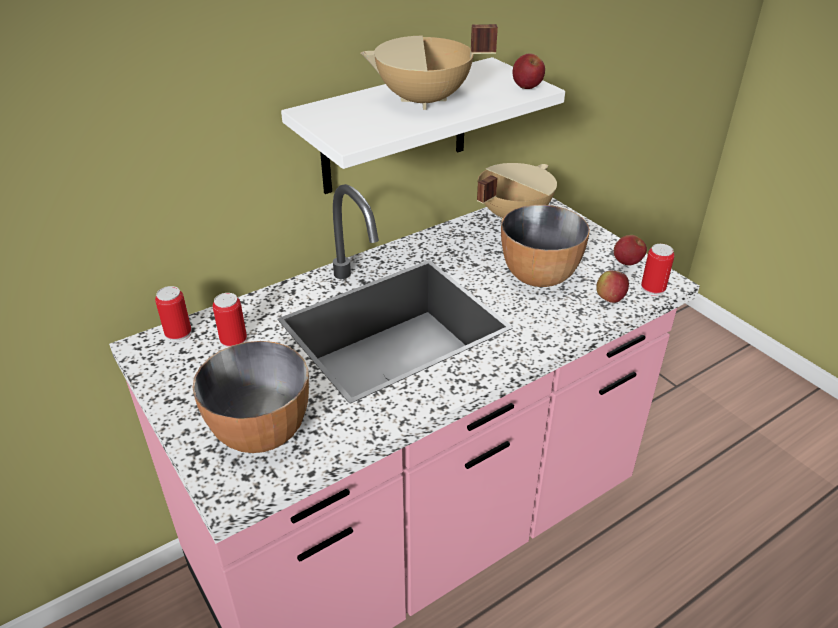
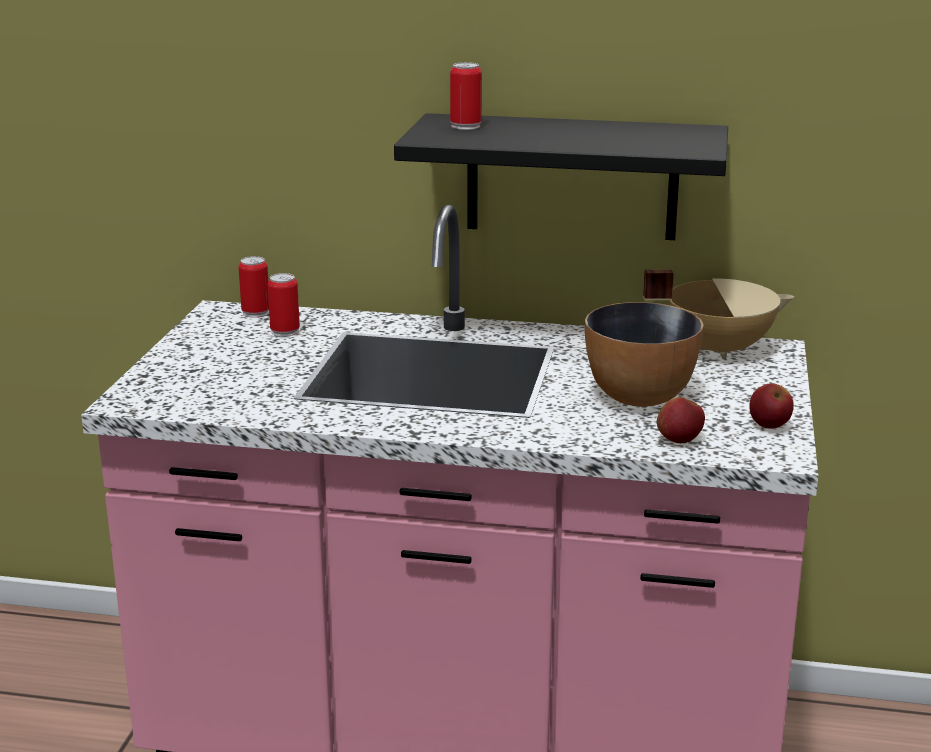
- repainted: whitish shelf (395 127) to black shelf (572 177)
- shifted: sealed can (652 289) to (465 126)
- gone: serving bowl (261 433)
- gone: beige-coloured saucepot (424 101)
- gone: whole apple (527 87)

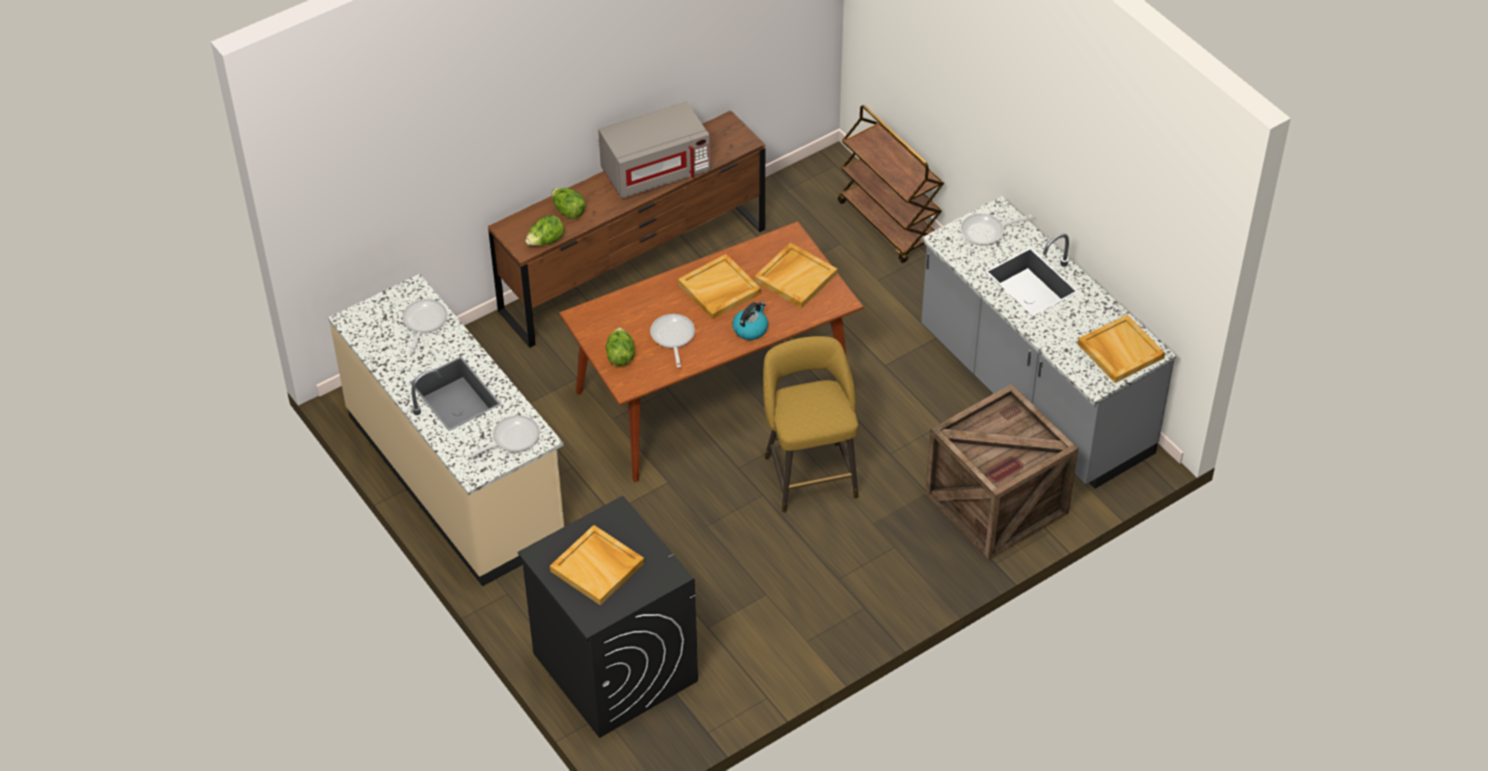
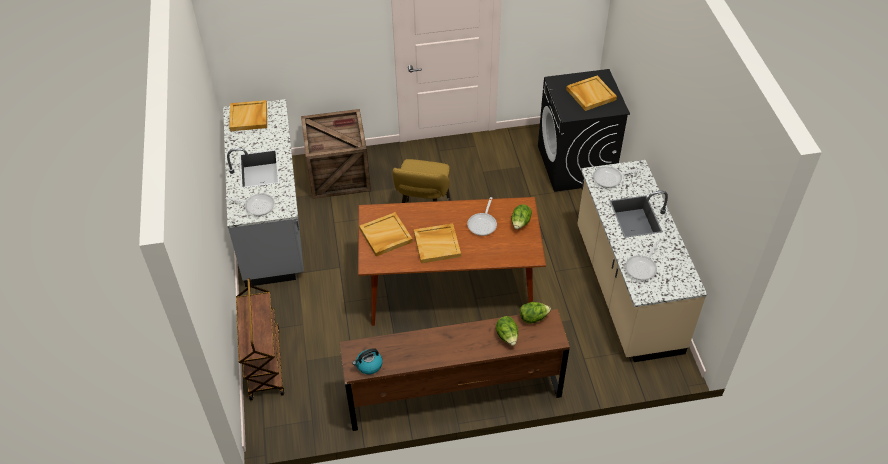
- shifted: tea kettle (750 329) to (369 365)
- gone: grey microwave oven (655 171)

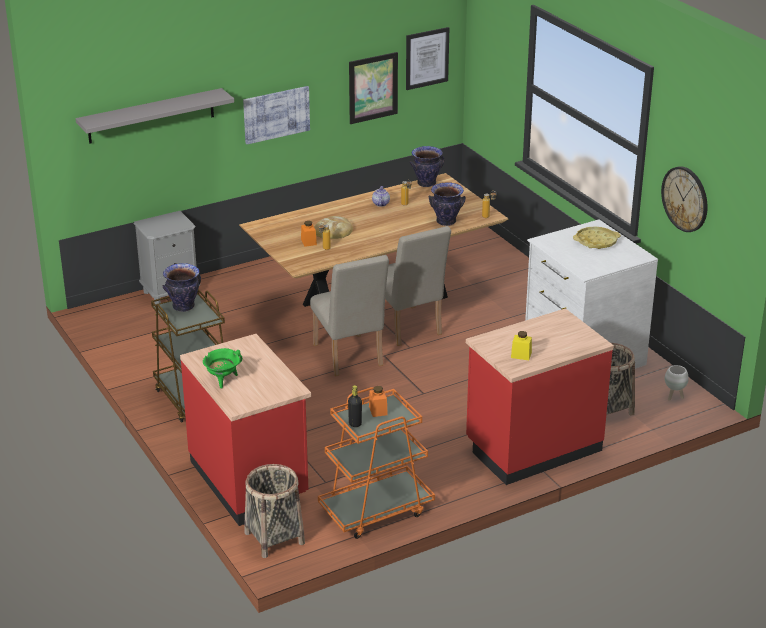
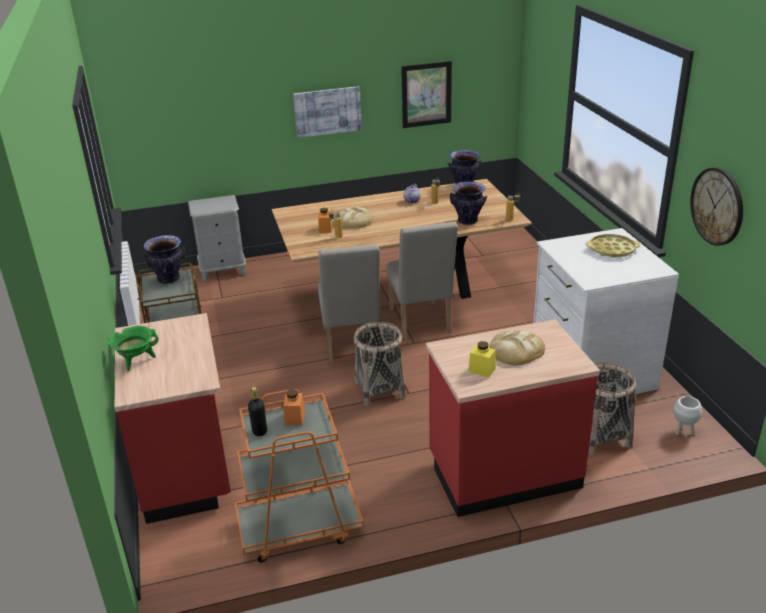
- shifted: household basket (274 538) to (379 390)
- new: baked bread (516 351)
- gone: grey shelf (151 116)
- gone: wall picture (426 58)

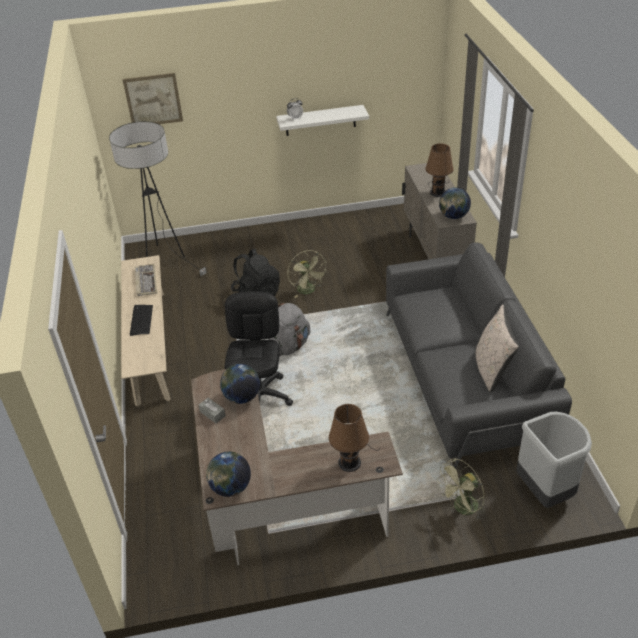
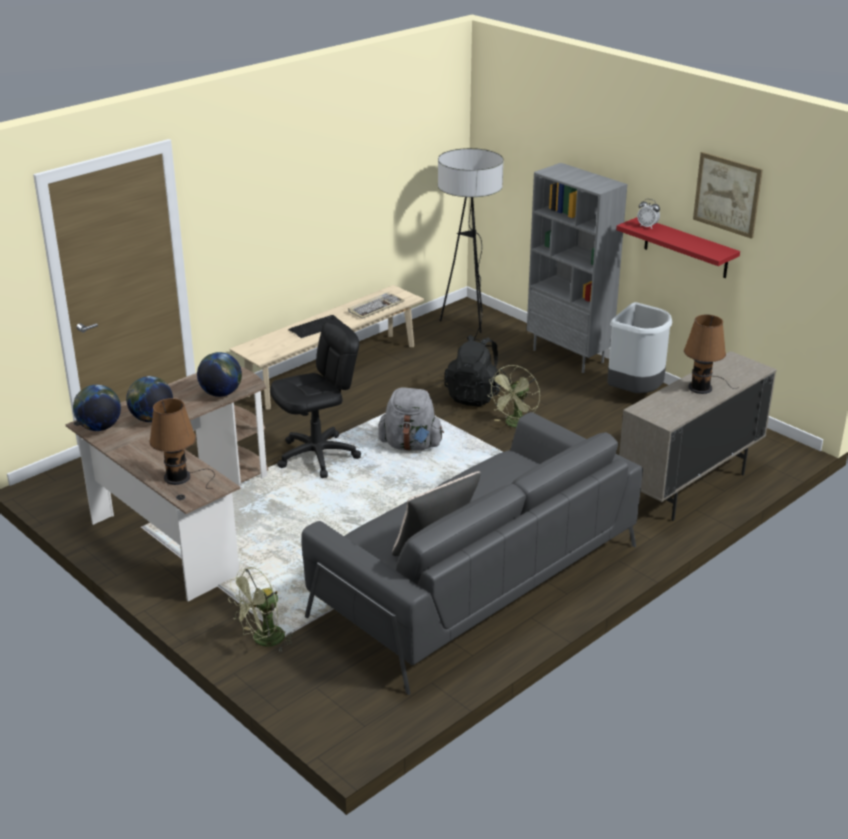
- shifted: globe (453 216) to (152 419)
- rotated: green-coloured electric fan (462 509) = (263 640) 60 degrees counterclockwise
- new: grey shelving unit (569 356)
- shifted: grey rubbish bin (546 492) to (635 393)
- repainted: whitish shelf (320 120) to red shelf (686 248)
- shifted: wall picture (153 100) to (727 194)
- gone: grey tissue holder (212 414)

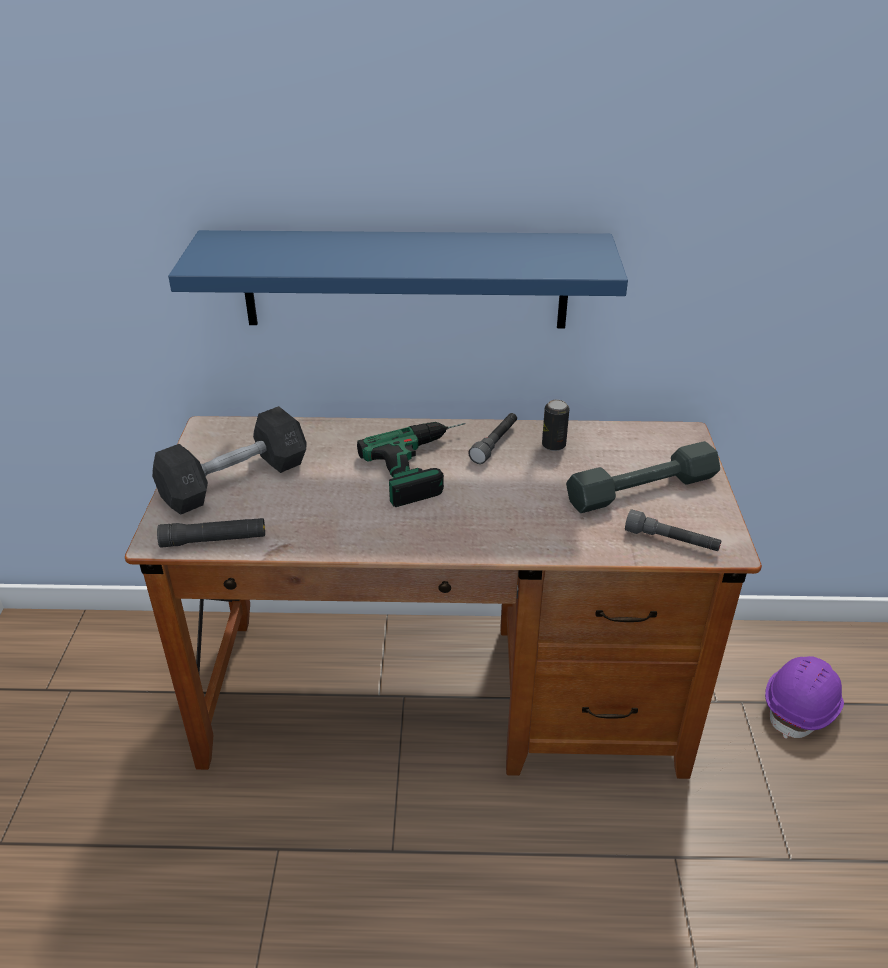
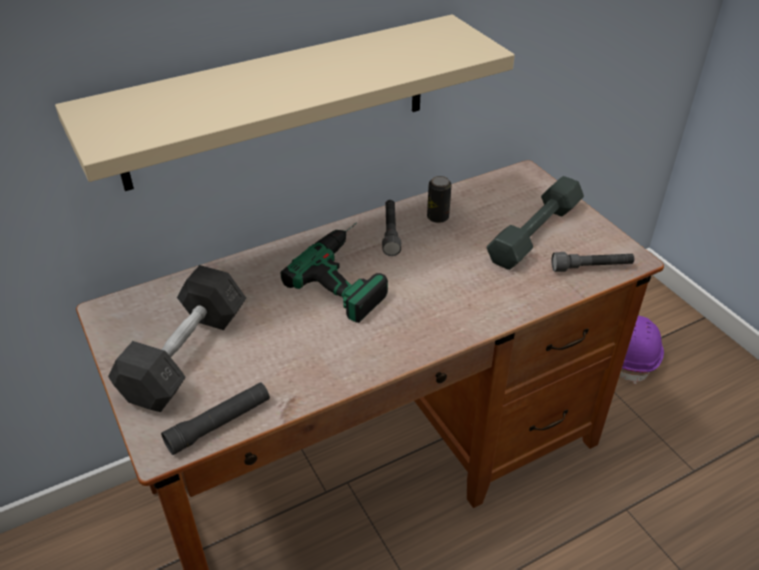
- repainted: blue shelf (405 280) to beige-coloured shelf (278 102)

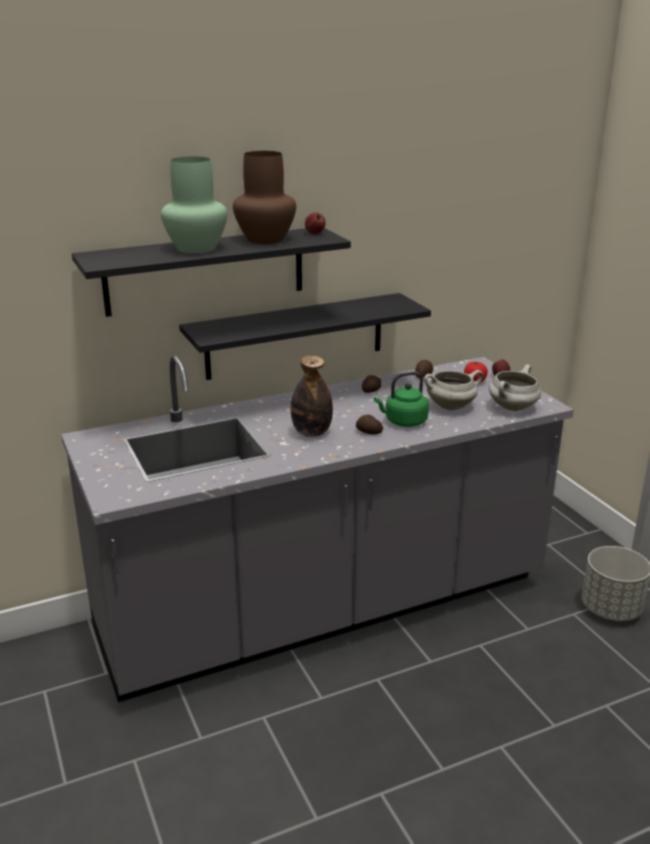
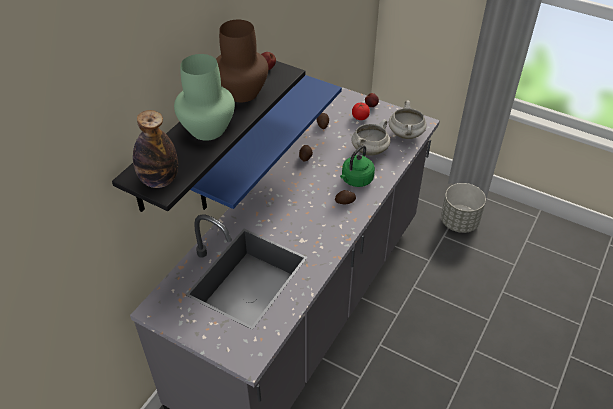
- shifted: bottle (311 433) to (159 180)
- repainted: black shelf (295 336) to blue shelf (248 142)

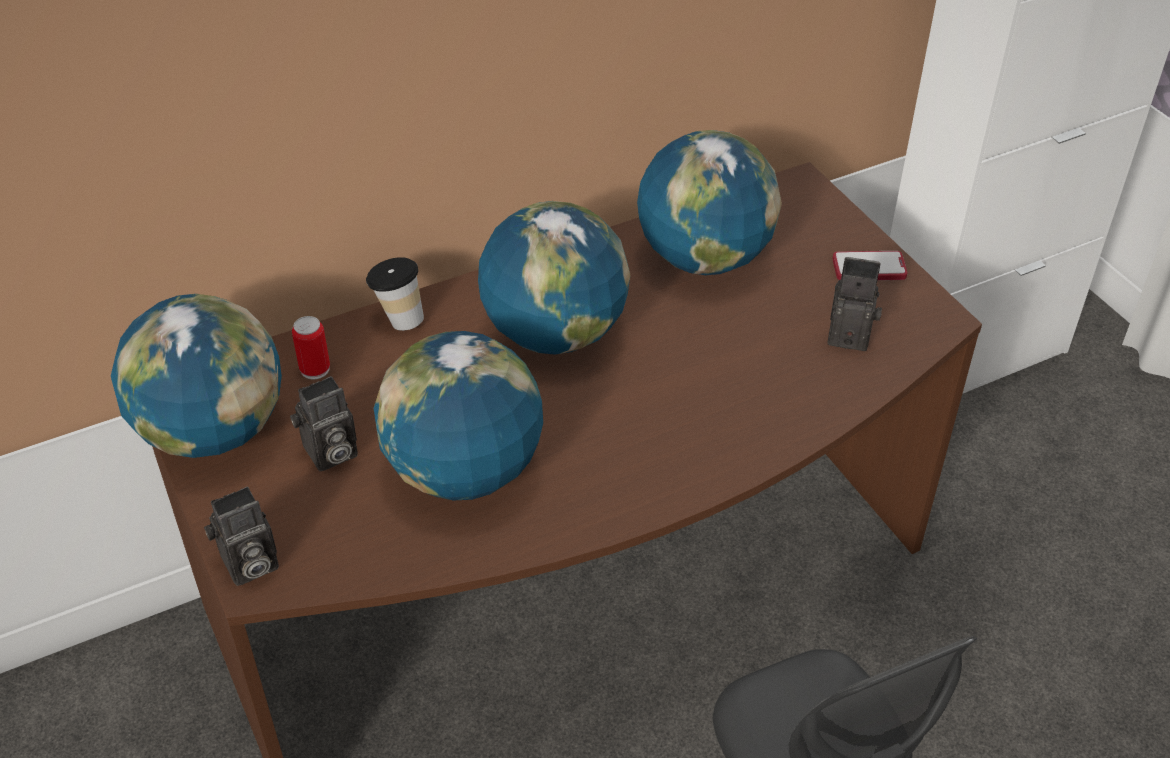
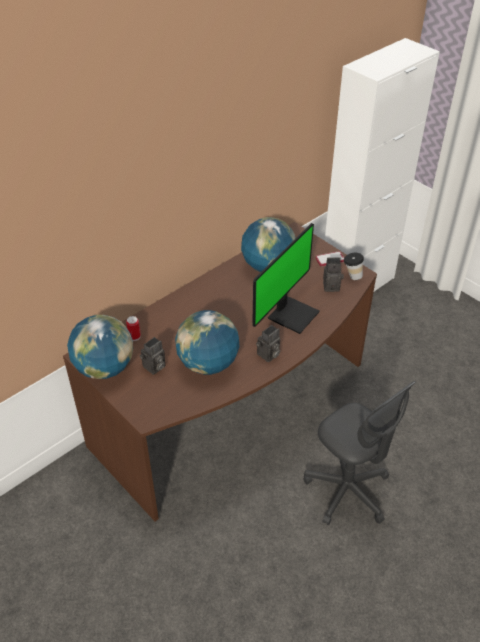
- new: monitor (291 314)
- shifted: photo camera (248 566) to (268 355)
- shifted: cup (399 319) to (351 276)
- gone: globe (554 333)

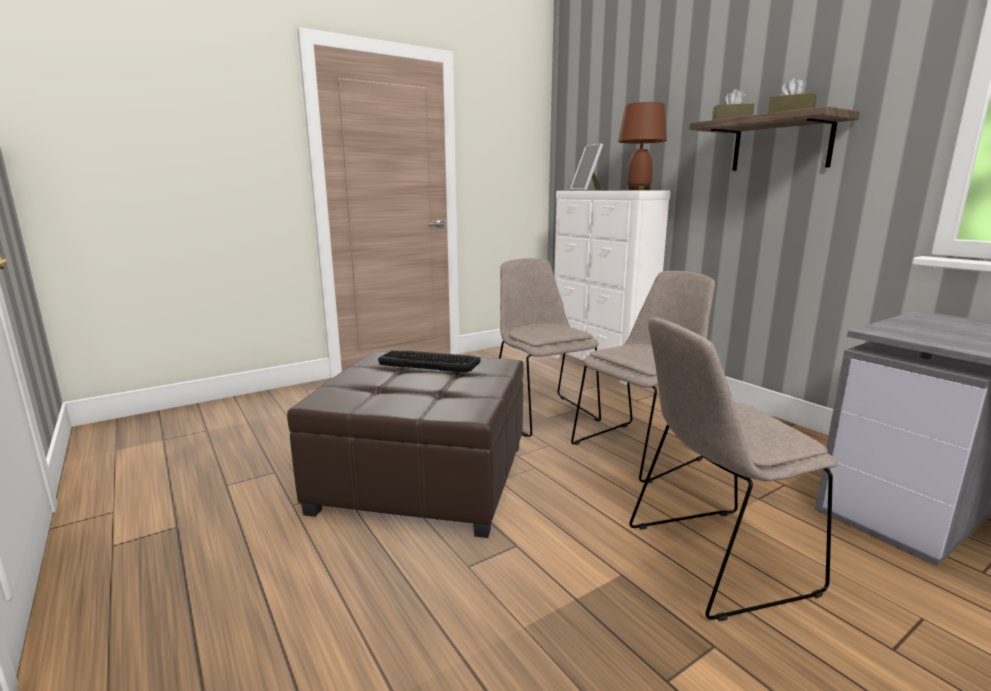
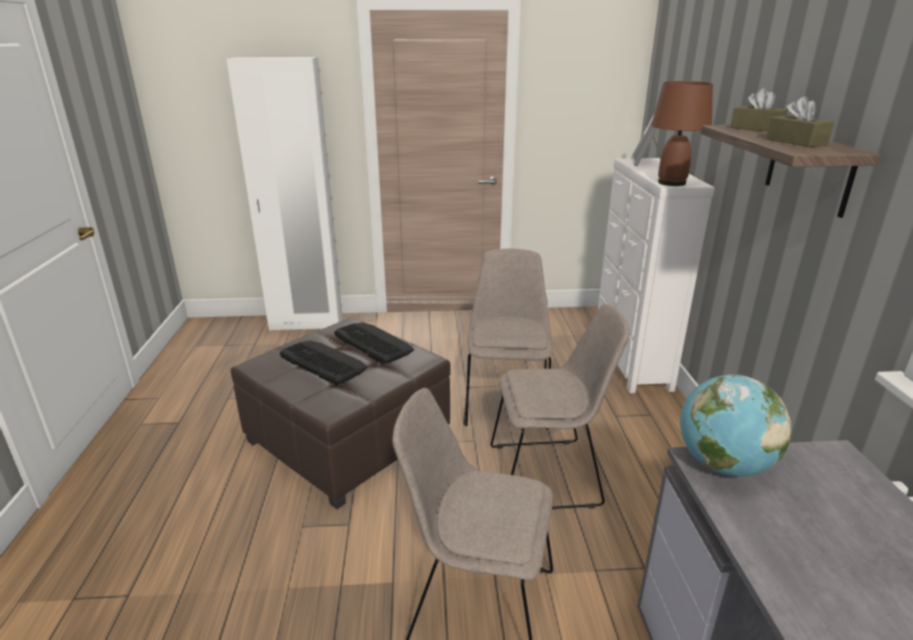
- new: whitish wardrobe (306 323)
- new: keyboard (322 362)
- new: globe (722 465)

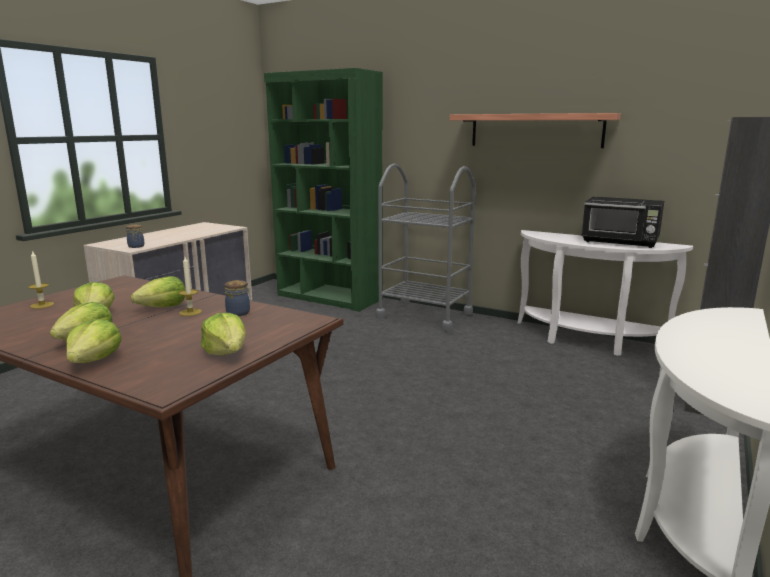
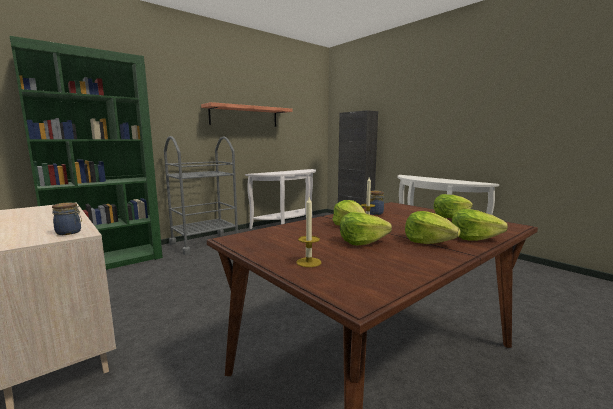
- gone: black microwave oven (620 242)

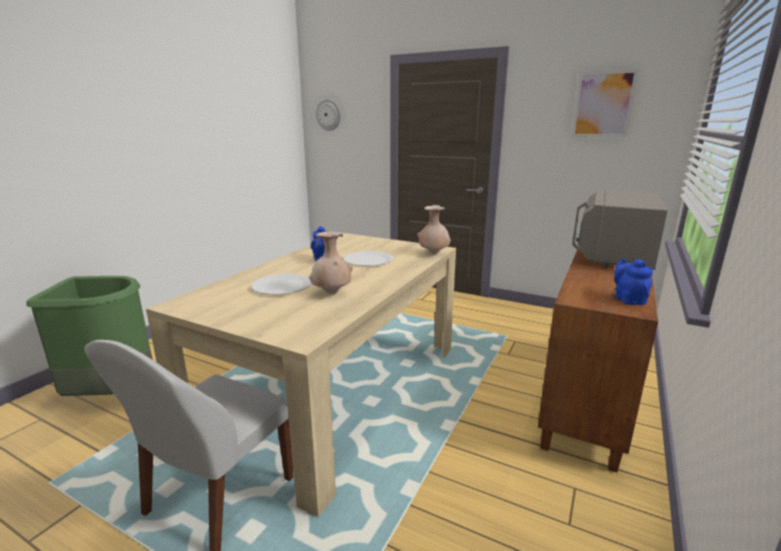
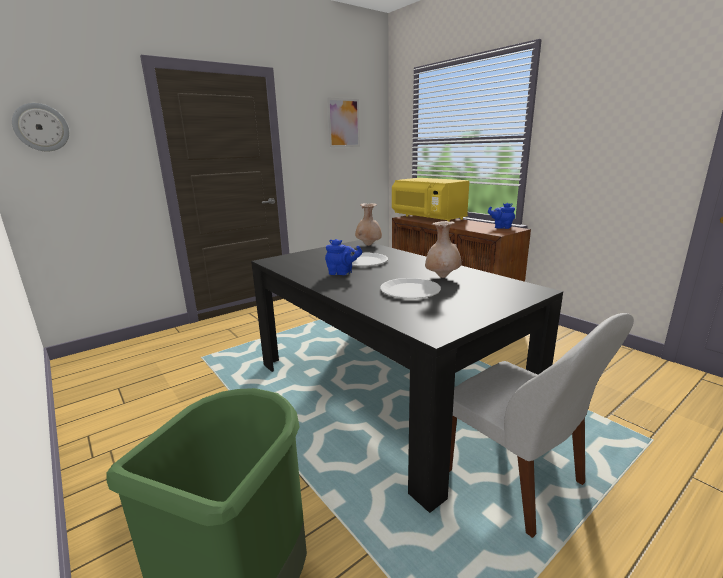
- repainted: beige-coloured kitchen table (336 390) to black kitchen table (384 391)
- repainted: grey microwave oven (613 255) to yellow microwave oven (428 218)

